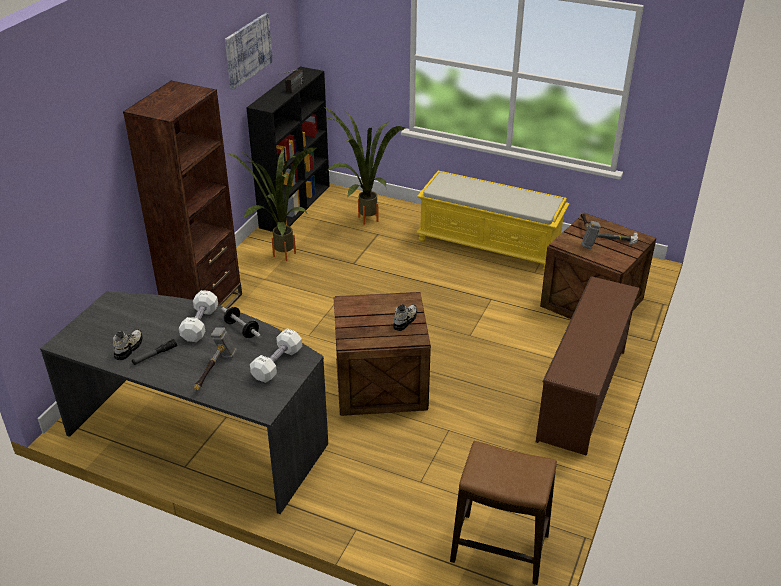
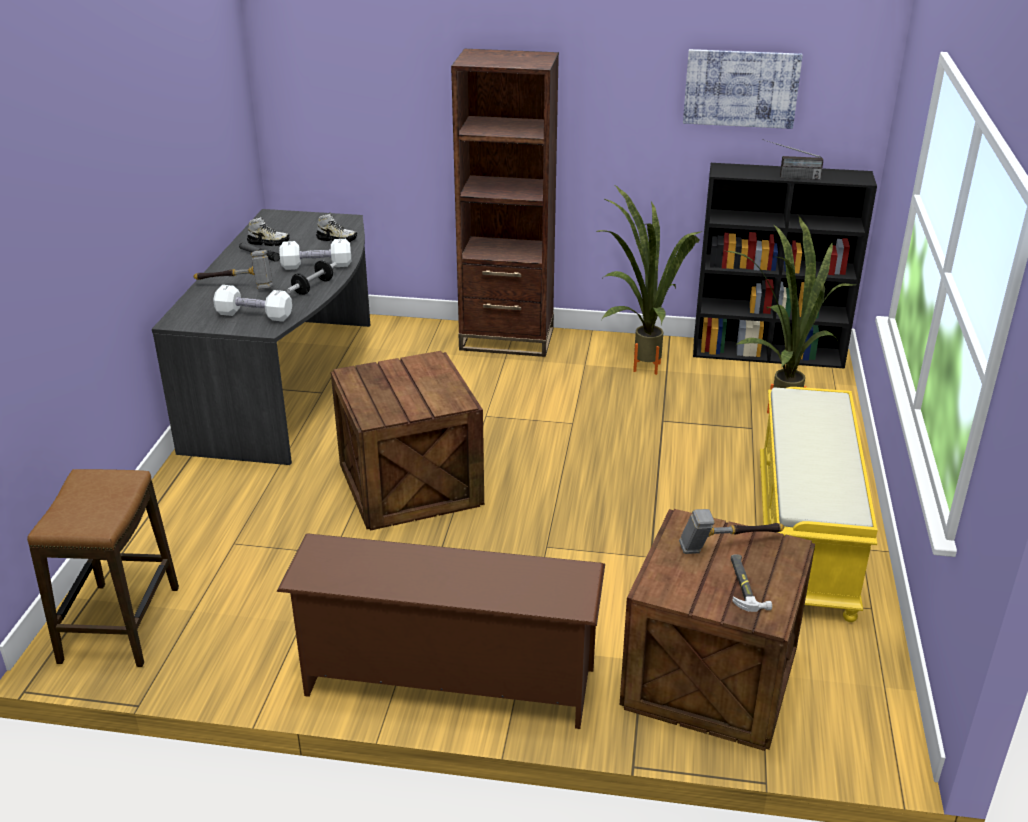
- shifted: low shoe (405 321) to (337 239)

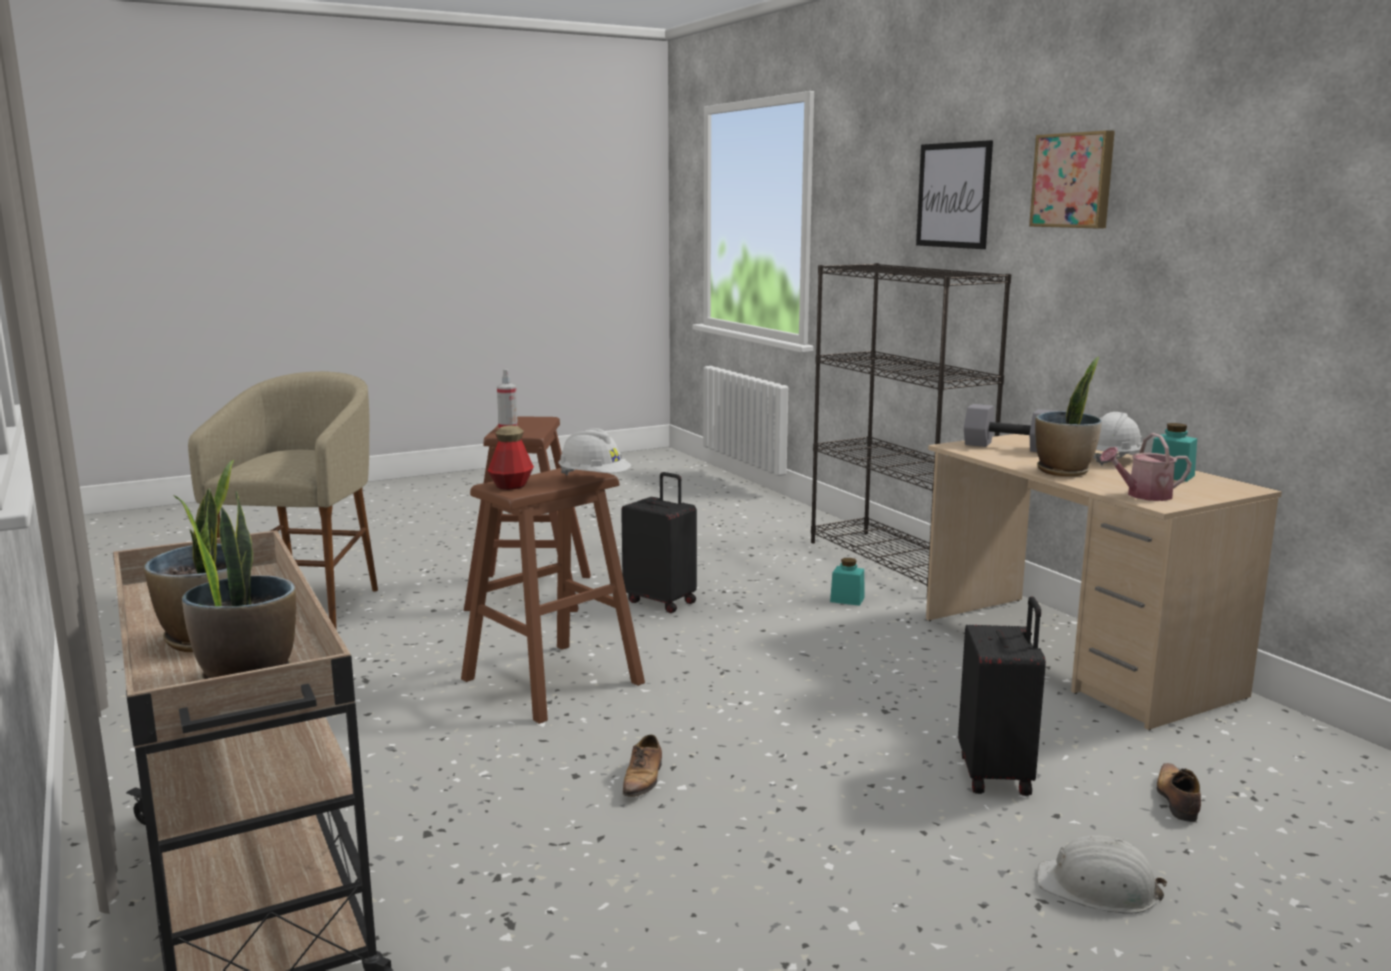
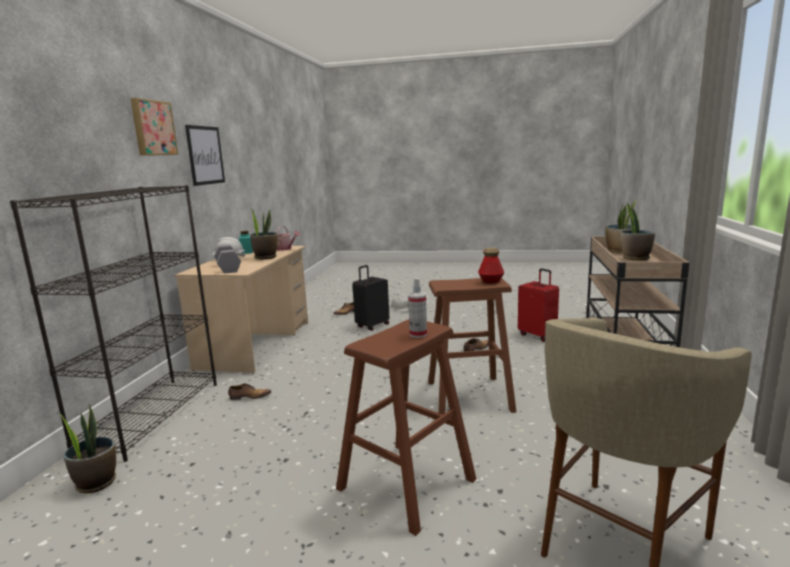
- new: houseplant (96 483)
- shifted: wall picture (953 195) to (205 155)
- swapped: turquoise-coloured storage jar (847 599) to low shoe (249 397)
- new: red travel case (538 335)
- gone: whitish hard hat (594 479)
- gone: black travel case (661 601)

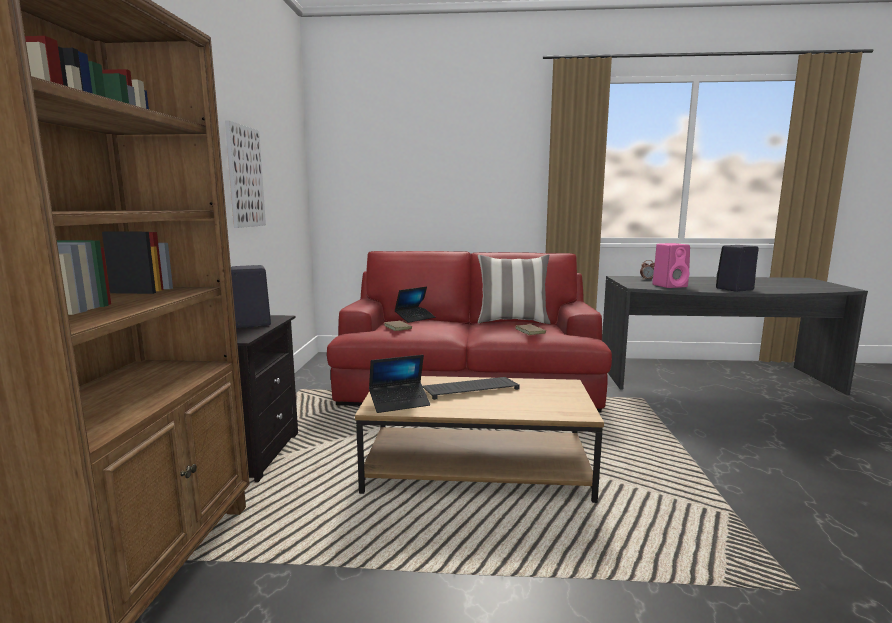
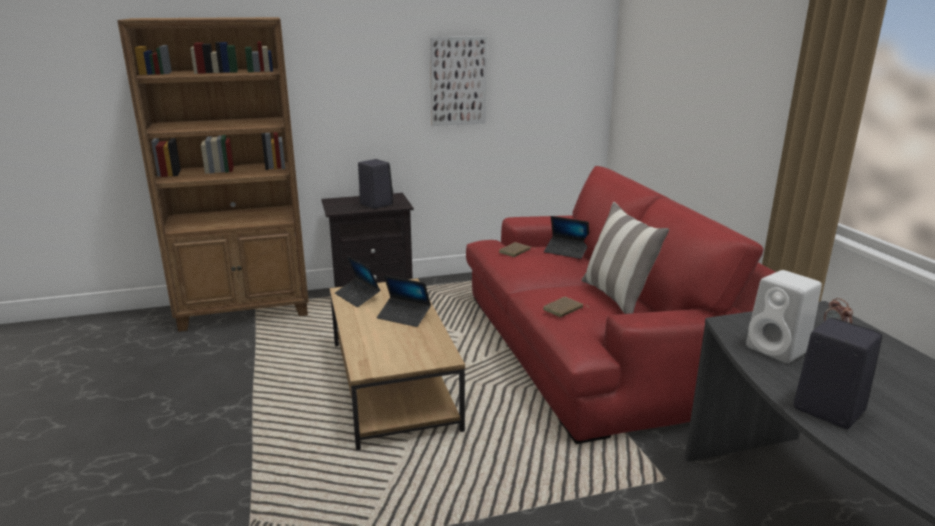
- swapped: keyboard (471 388) to notebook computer (404 316)
- repainted: pinkish audio speaker (670 286) to whitish audio speaker (779 350)

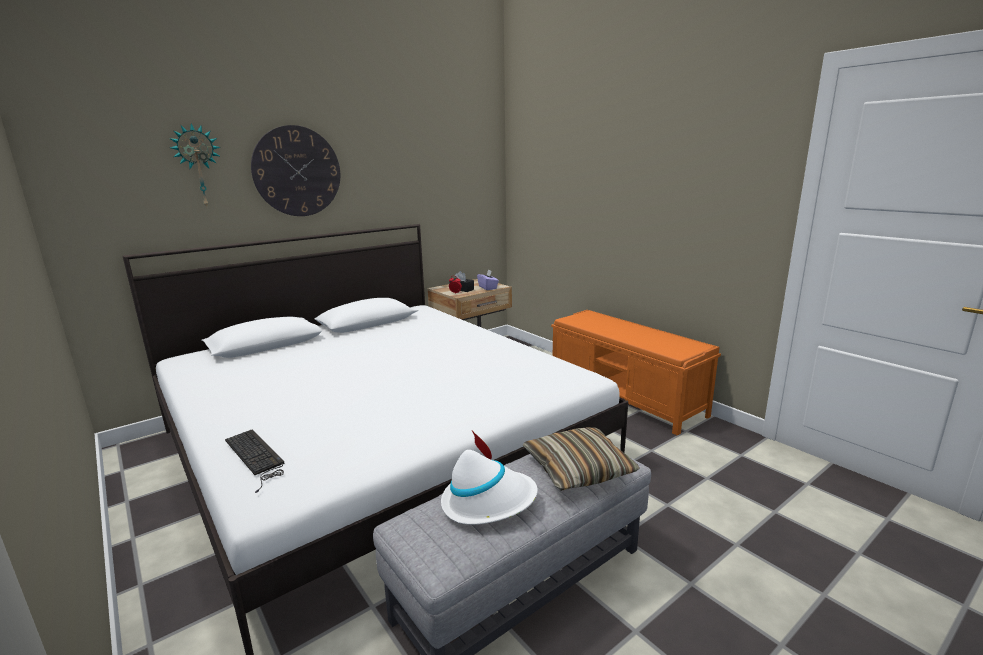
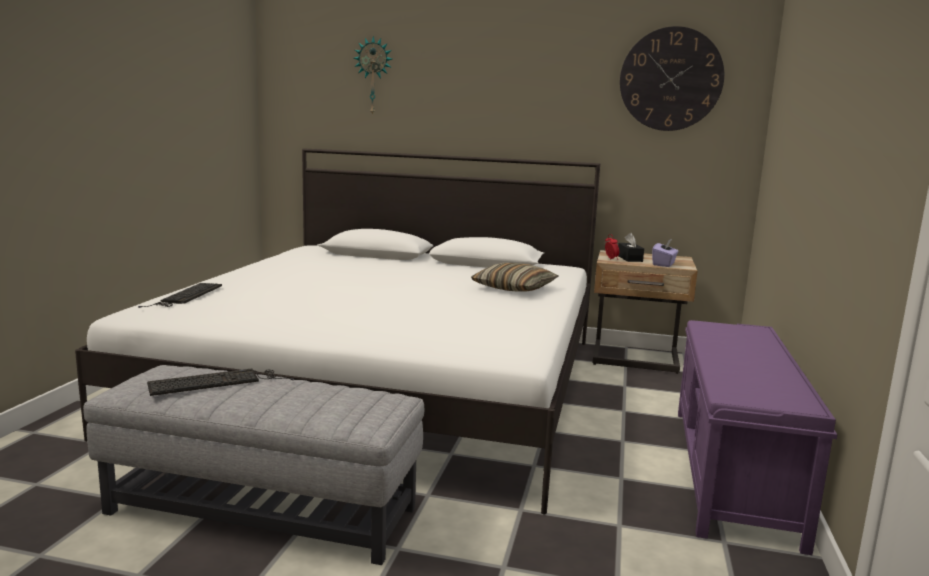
- swapped: whitish wearable hat (488 501) to keyboard (218 382)
- shifted: pillow (578 469) to (514 288)
- shifted: wall clock (297 171) to (671 79)
- repainted: orange-coloured bench (625 397) to purple-coloured bench (732 472)

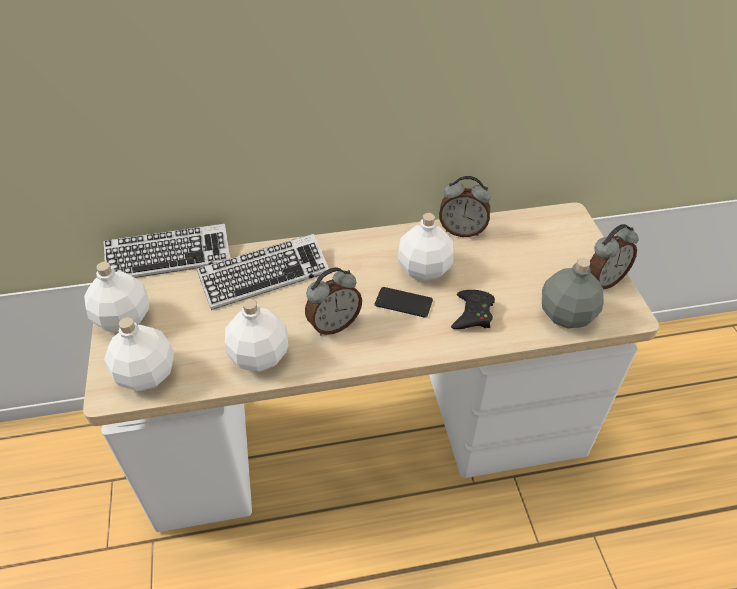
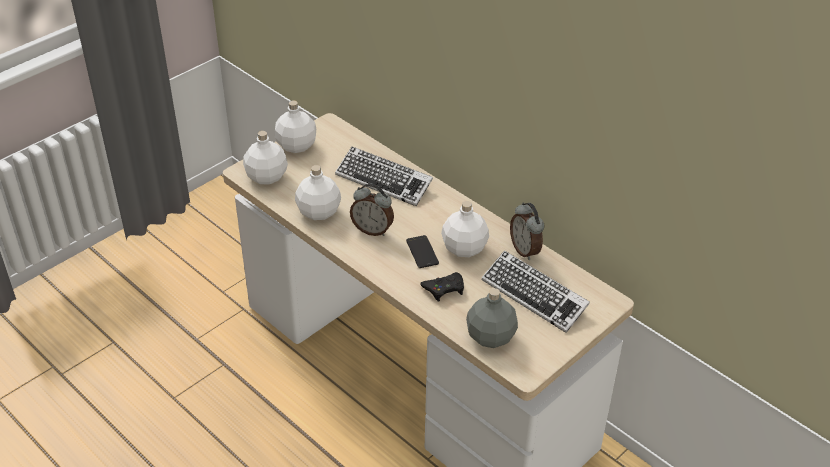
- shifted: keyboard (169 258) to (534 296)
- gone: alarm clock (603 280)

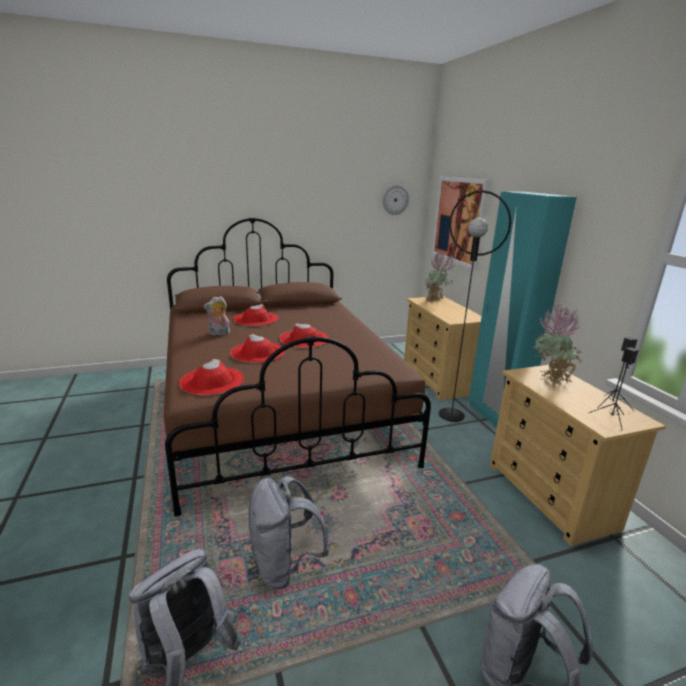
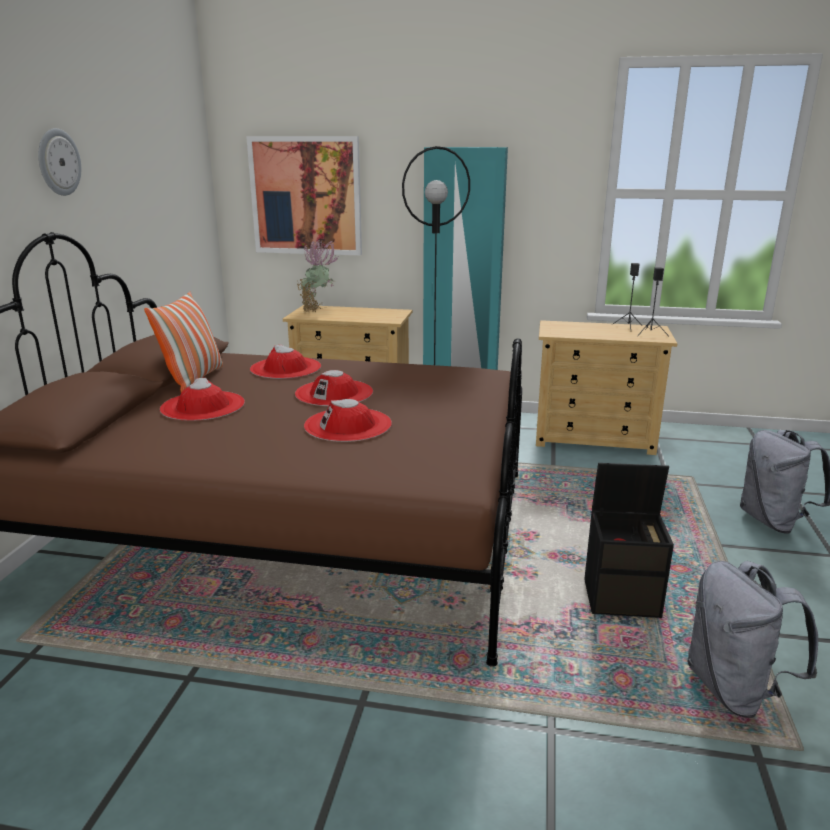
- shifted: wall clock (395 200) to (58 162)
- new: pillow (193 379)
- shifted: red wearable hat (212 381) to (285 368)
- swapped: grey backpack (284 565) to black storage box (622 598)
- gone: plush toy (219 333)
- gone: houseplant (551 380)

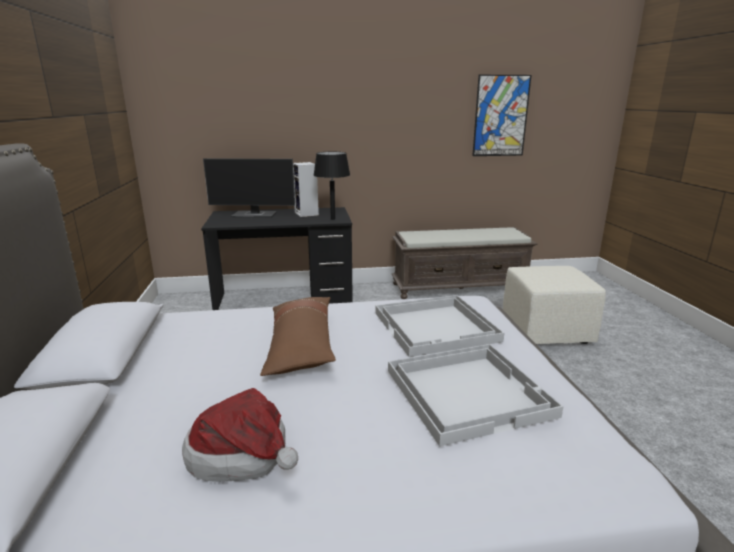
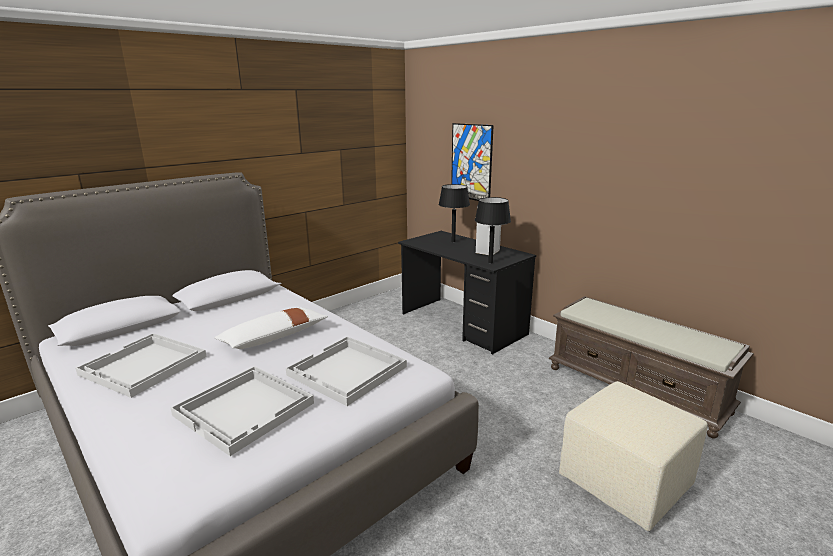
- swapped: wearable hat (244 458) to whitish serving tray (143 366)
- repainted: brown pillow (301 346) to whitish pillow (274 337)
- swapped: monitor (255 215) to black lamp for a table (453 241)
- shifted: wall picture (501 116) to (471 162)

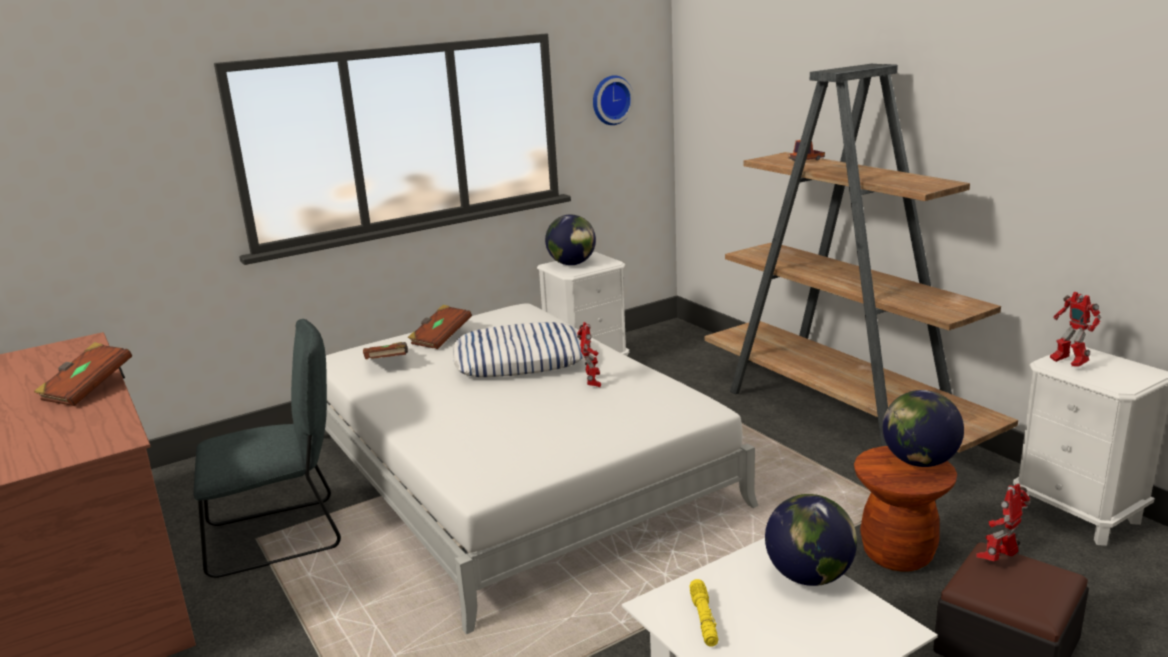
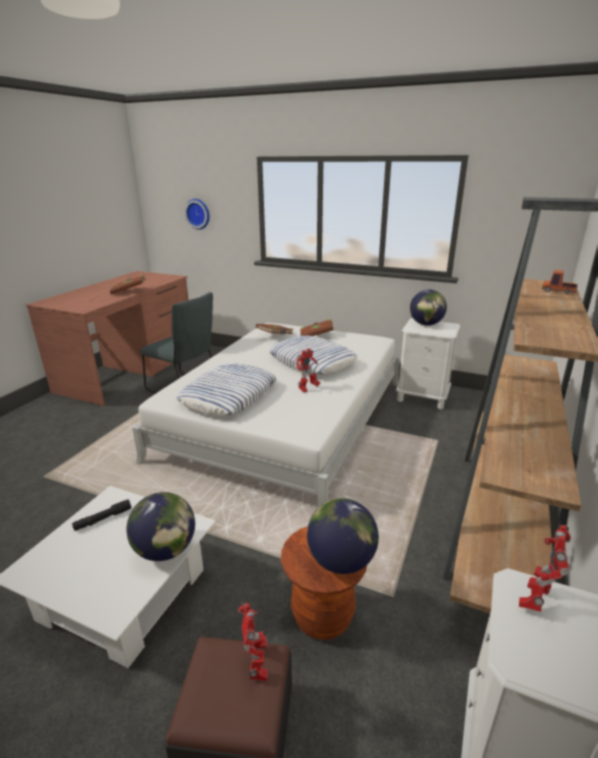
- repainted: yellow torch (704 619) to black torch (103 519)
- new: pillow (229 395)
- shifted: wall clock (610 100) to (198 214)
- rotated: toy robot (999 559) = (257 664) 60 degrees clockwise

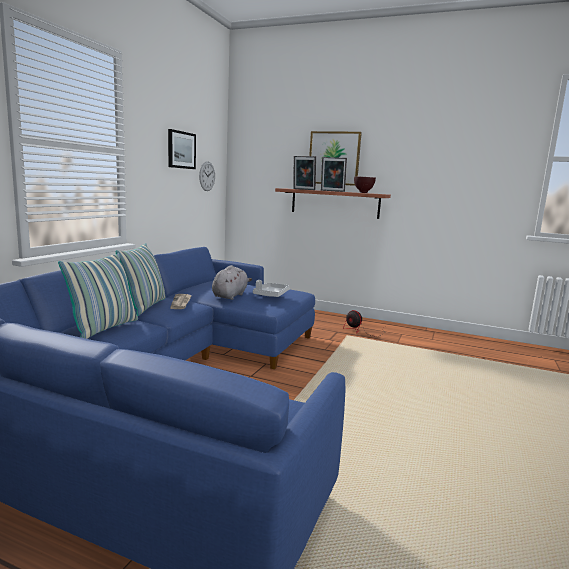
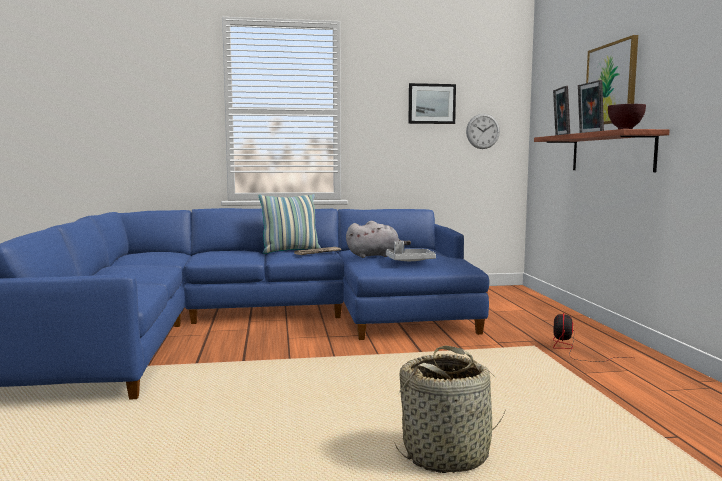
- new: household basket (446 454)
- gone: pillow (104 329)

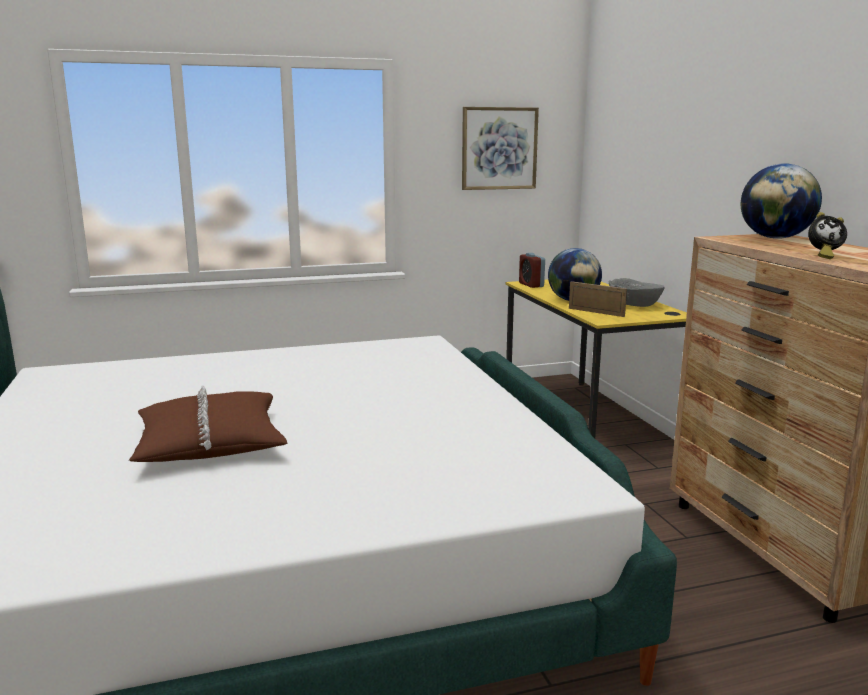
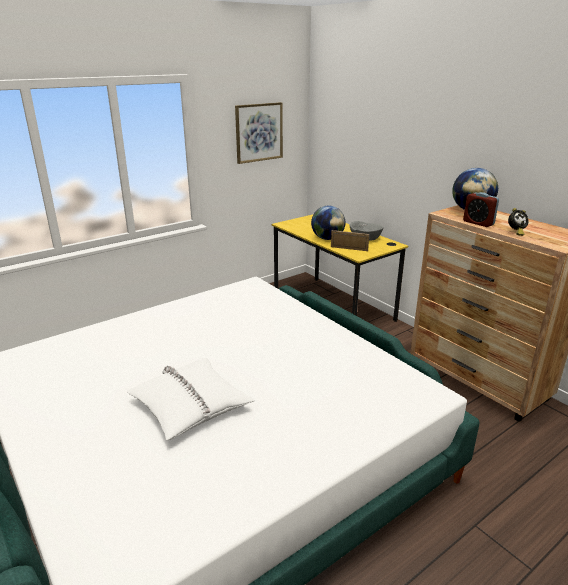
- repainted: brown pillow (210 442) to whitish pillow (190 405)
- shifted: alarm clock (531 285) to (478 223)

